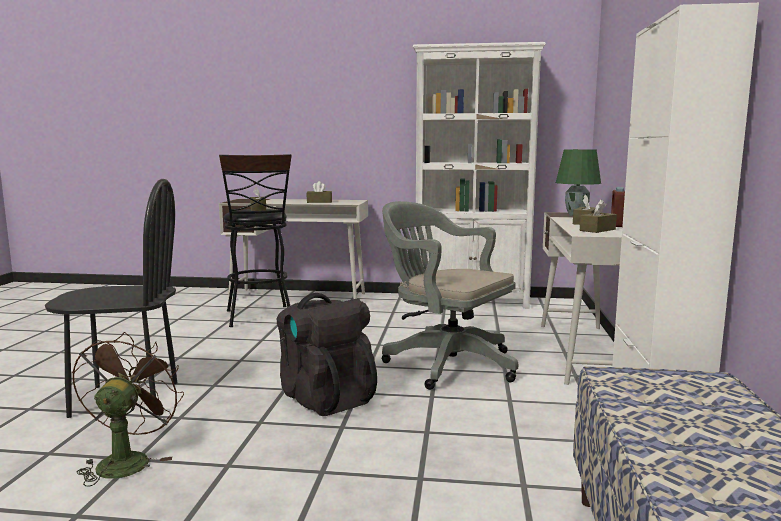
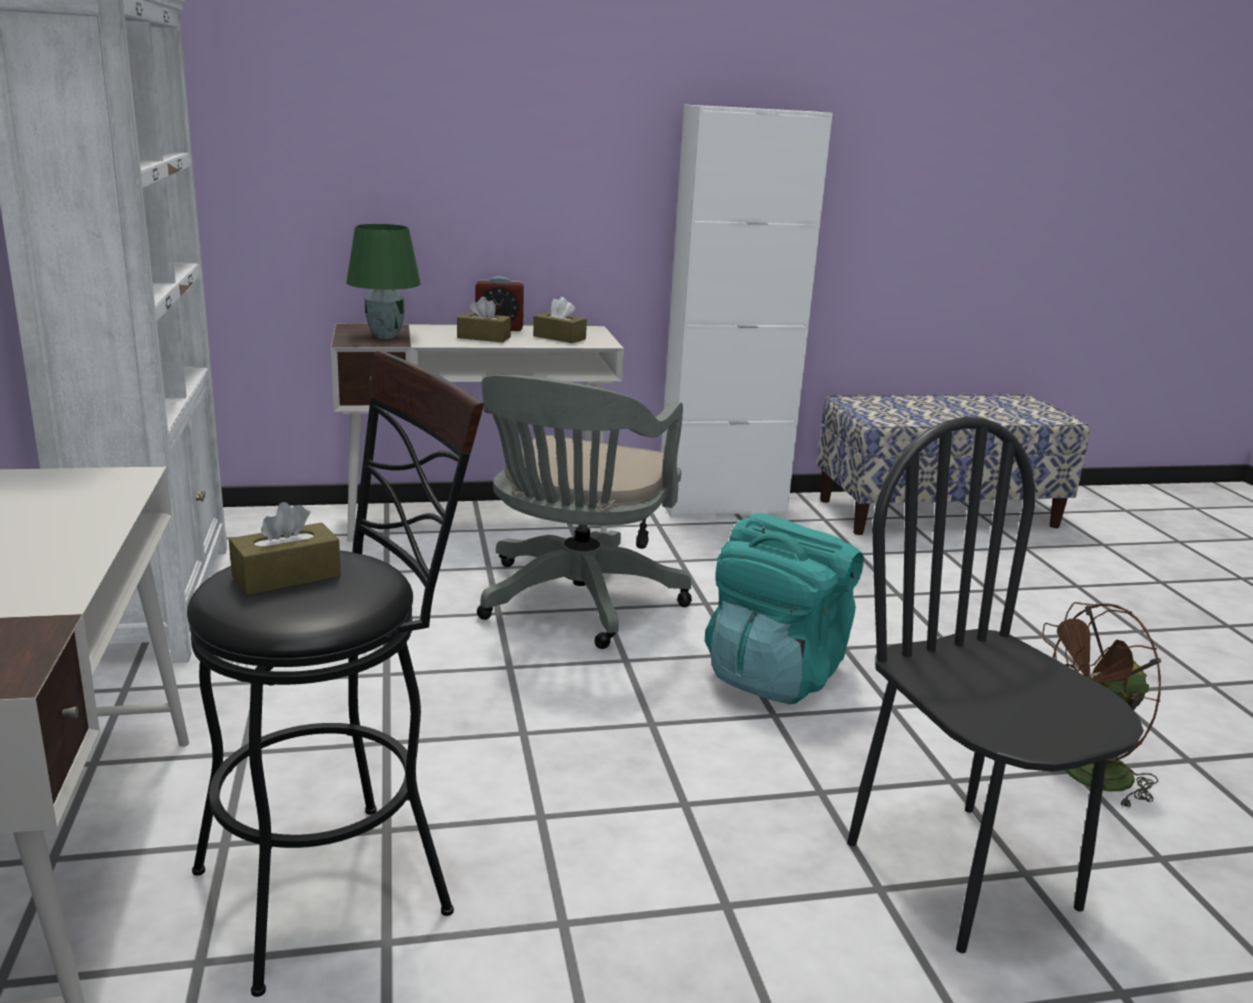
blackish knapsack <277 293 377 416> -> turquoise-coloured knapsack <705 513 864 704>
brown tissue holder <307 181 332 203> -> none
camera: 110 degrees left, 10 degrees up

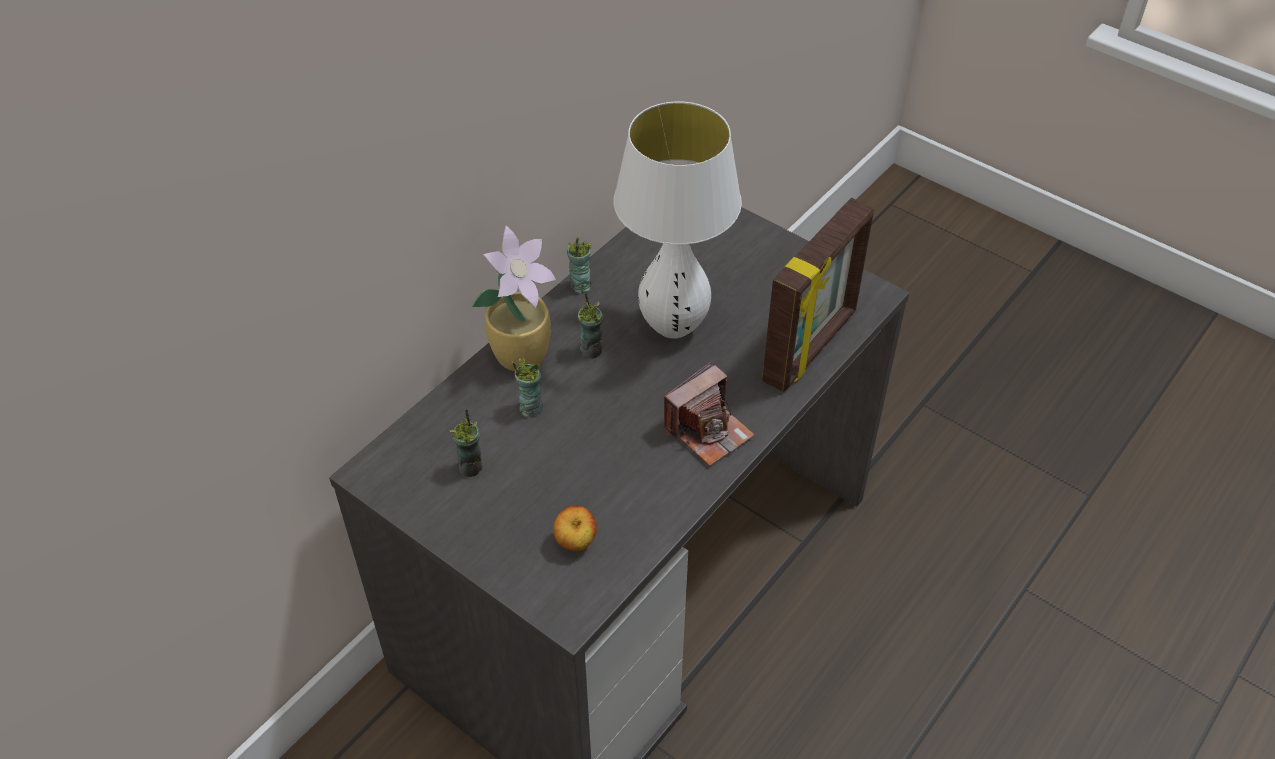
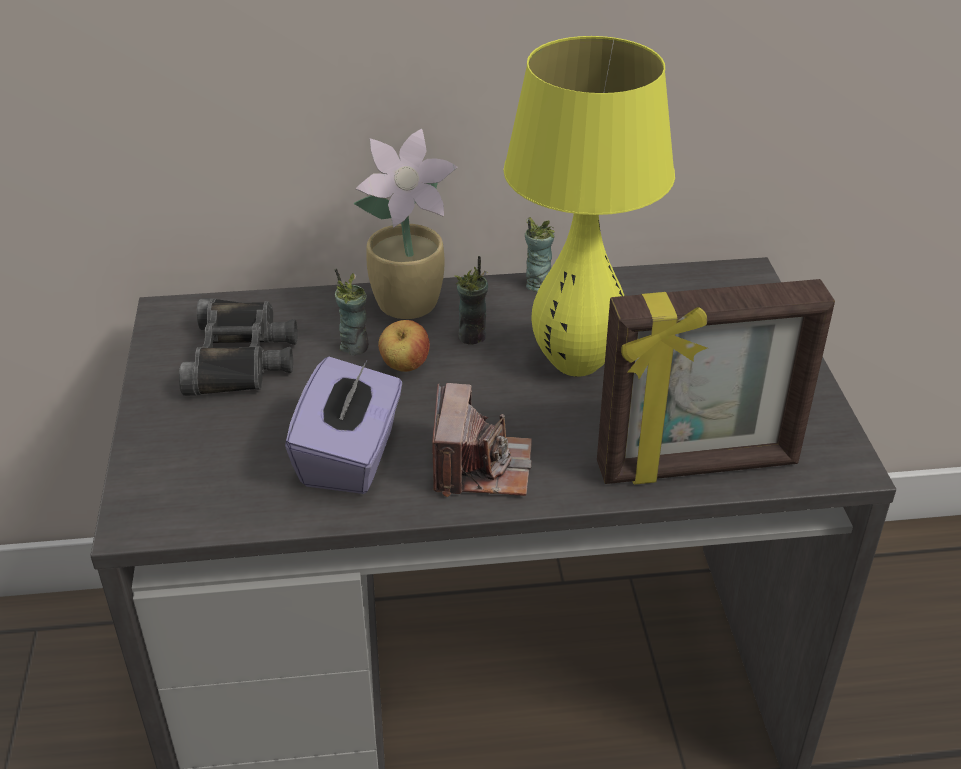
small cup <449 409 483 477> -> blackish pair of binoculars <179 298 298 396>
apple <553 506 597 551> -> apple <378 320 430 372>, relocated
white-coloured table lamp <613 102 742 339> -> yellowish table lamp <503 36 675 377>
still camera <664 362 754 466> -> still camera <432 383 532 497>, 90 degrees counterclockwise
none -> purplish tissue holder <285 357 402 494>
camera: 45 degrees right, 10 degrees down

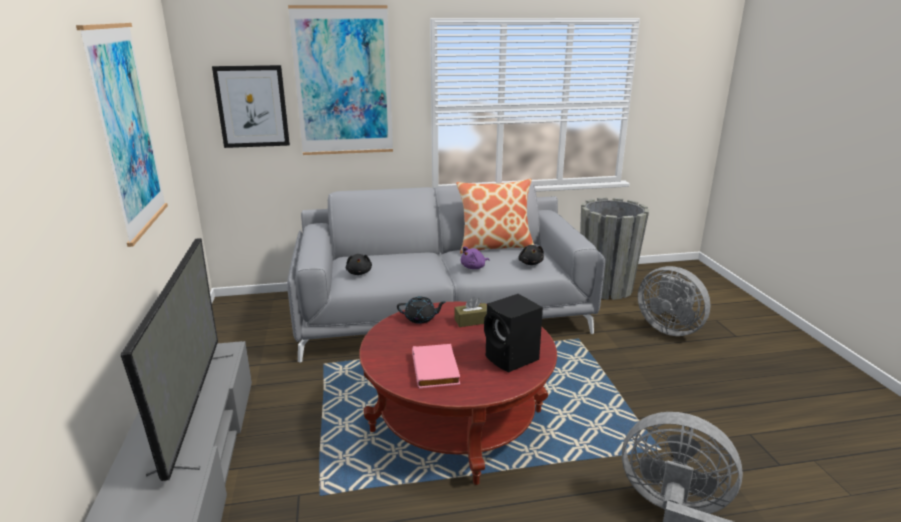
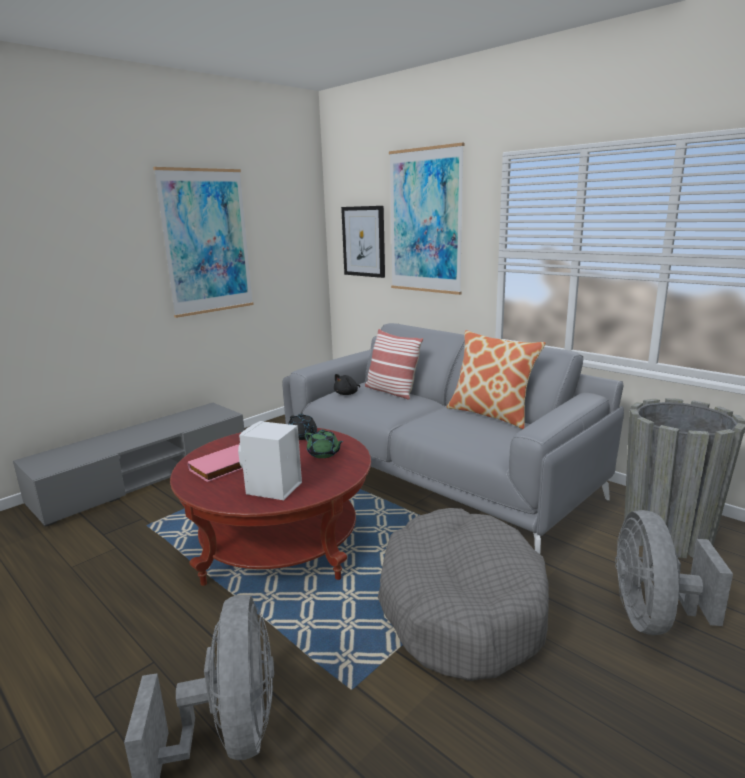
television <121 238 233 481> -> none
brown tissue holder <455 297 487 327> -> greenish pot for tea <305 430 344 458>
purplish cuddly toy <461 246 490 269> -> none
blackish speaker <484 294 543 373> -> white-coloured speaker <238 421 302 500>
blackish cuddly toy <518 245 544 265> -> none
none -> pillow <365 329 423 400>
none -> grey pet bed <378 508 549 681>
camera: 55 degrees right, 5 degrees down

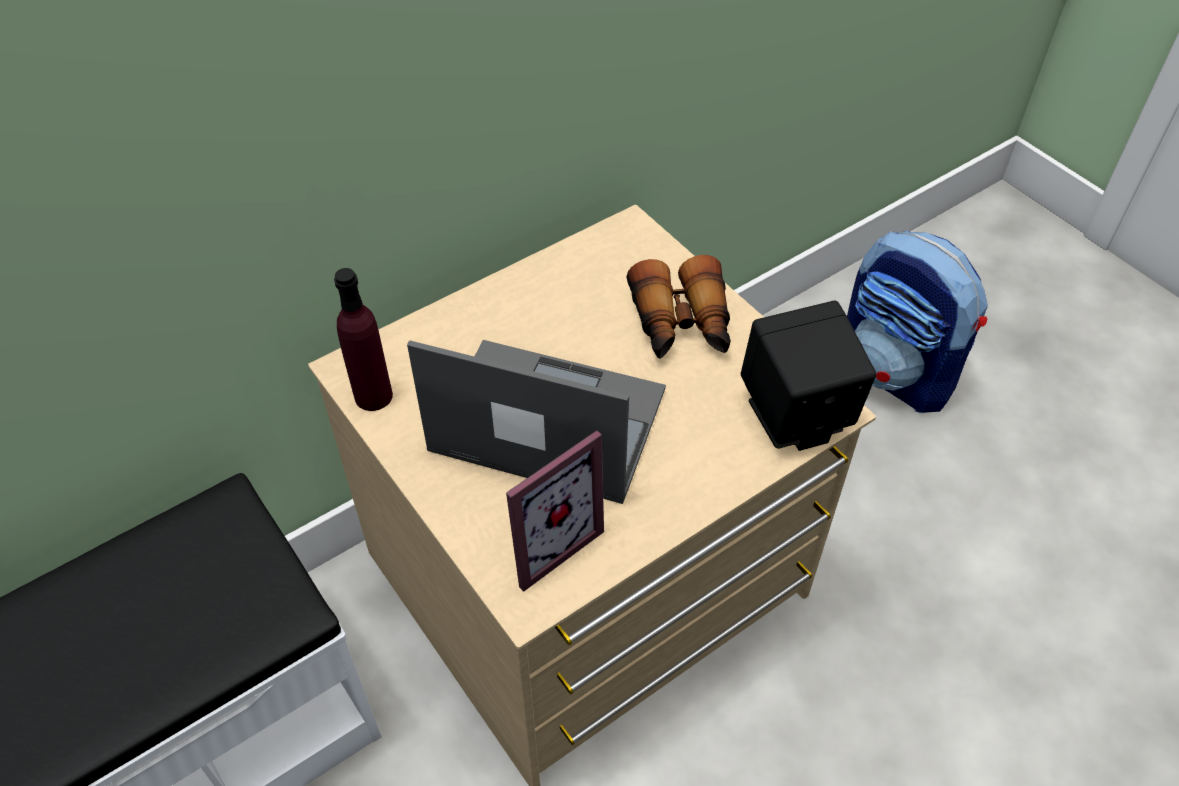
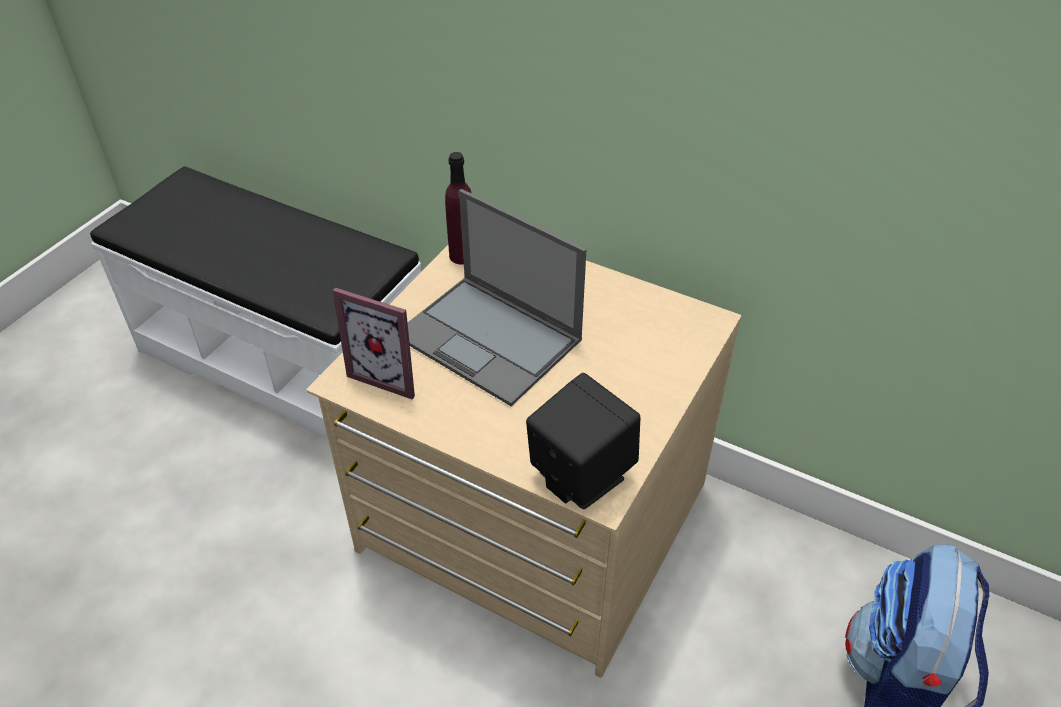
laptop <407 340 666 504> -> laptop <408 189 587 406>, 135 degrees clockwise
pair of binoculars <627 255 731 359> -> none
camera: 65 degrees right, 5 degrees down

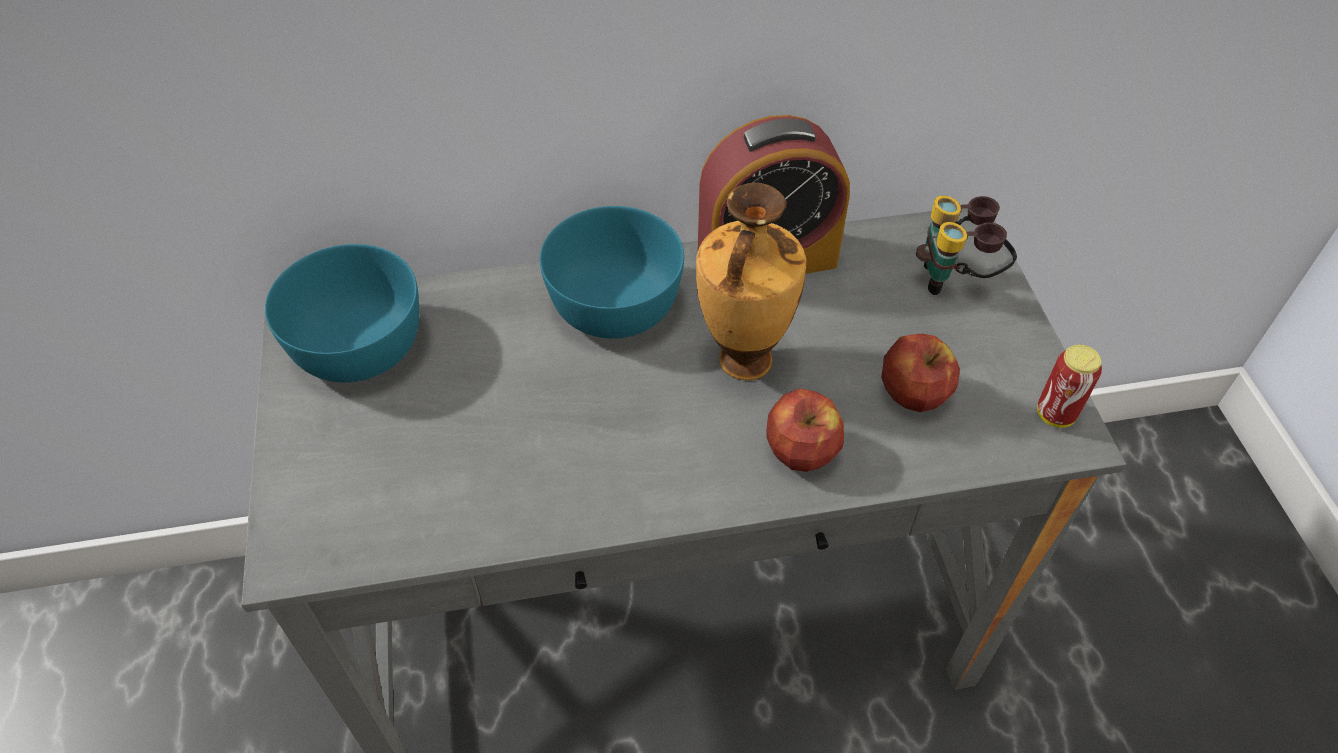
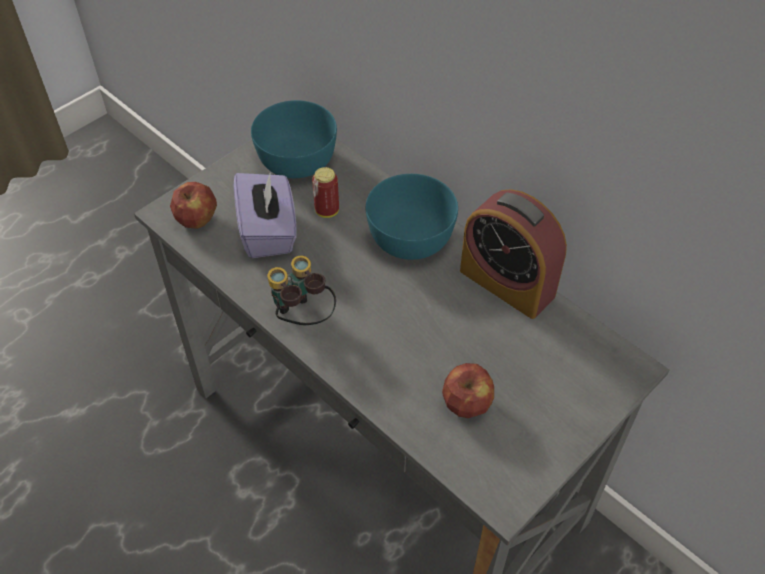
decorative vase <696 183 806 381> -> none
apple <767 389 844 472> -> apple <170 182 217 229>, relocated
pair of binoculars <916 196 1017 295> -> pair of binoculars <267 256 336 325>, relocated
can <1037 345 1102 428> -> can <312 167 339 218>, relocated
none -> purplish tissue holder <234 171 296 258>
camera: 55 degrees right, 0 degrees up

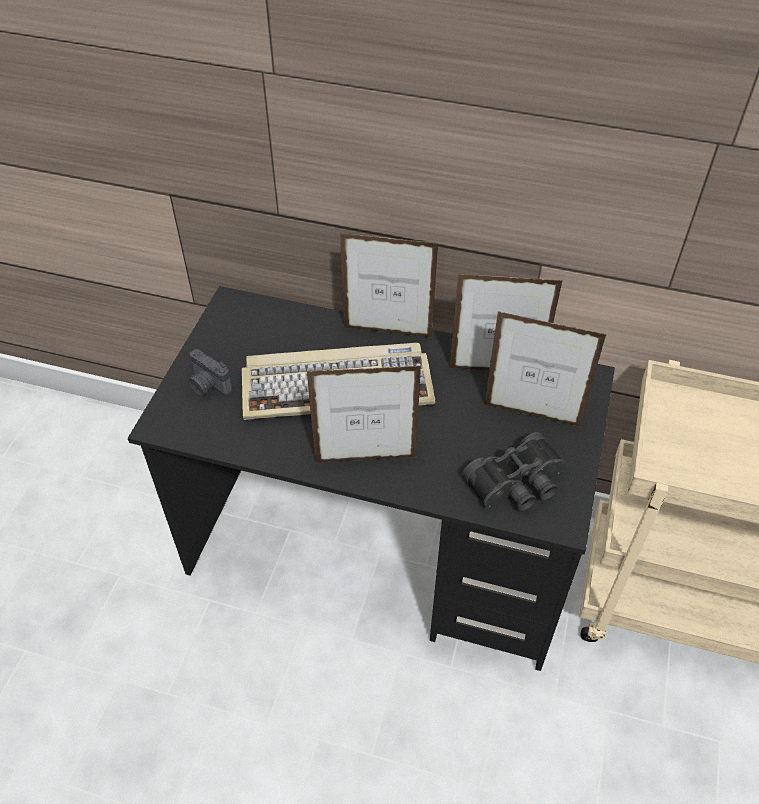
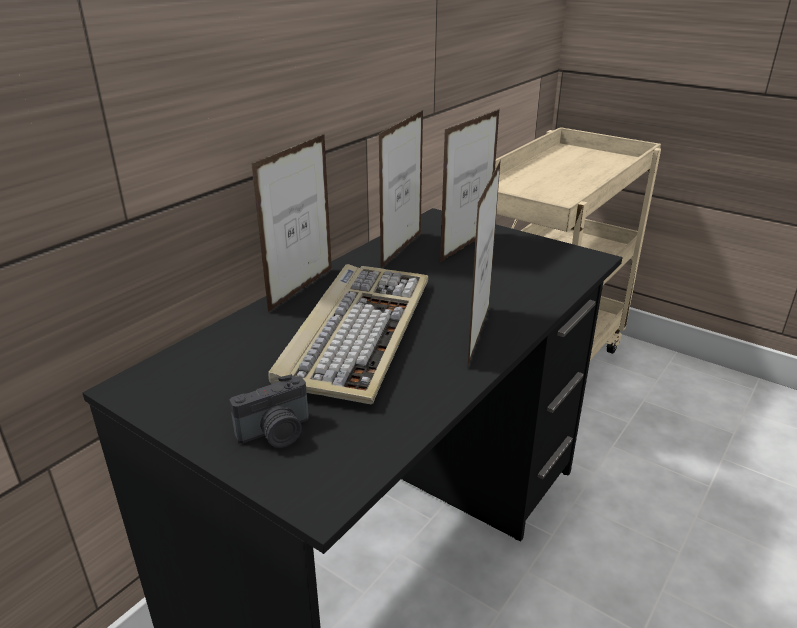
blackish pair of binoculars <462 432 566 511> -> none
camera: 70 degrees left, 20 degrees down

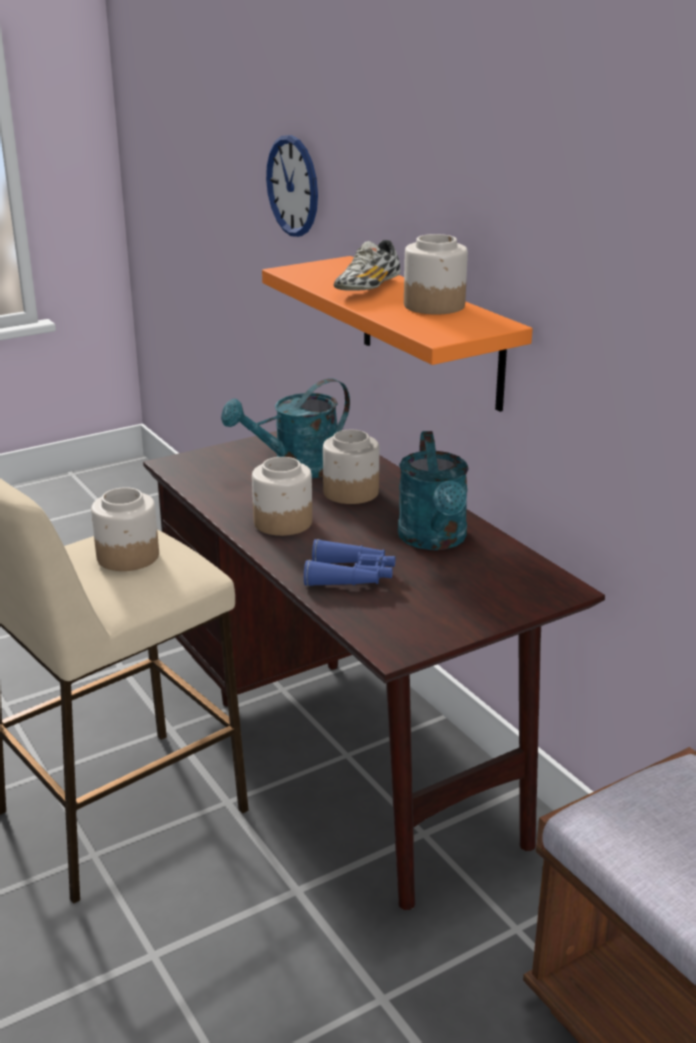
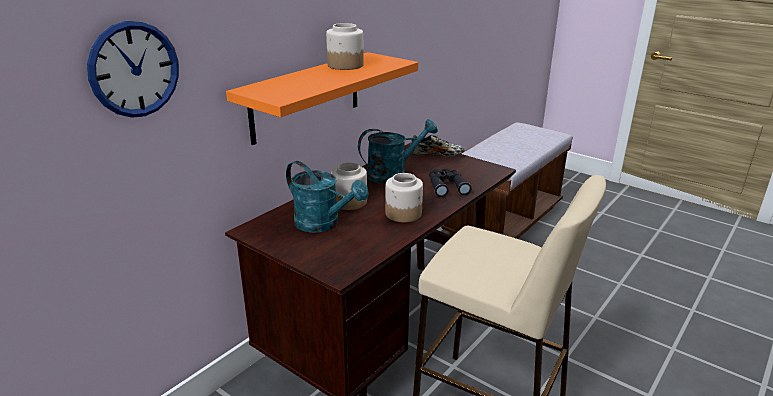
preserve jar <91 487 159 571> -> none
bluish pair of binoculars <304 539 395 586> -> blackish pair of binoculars <429 168 471 197>
low shoe <333 240 401 291> -> low shoe <410 135 464 156>, relocated
camera: 110 degrees left, 0 degrees up

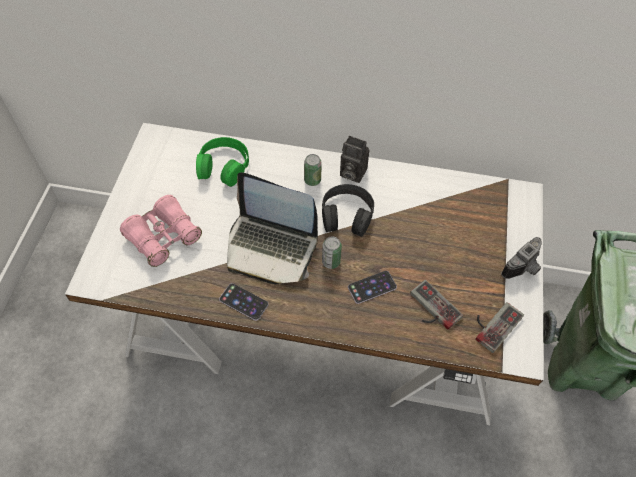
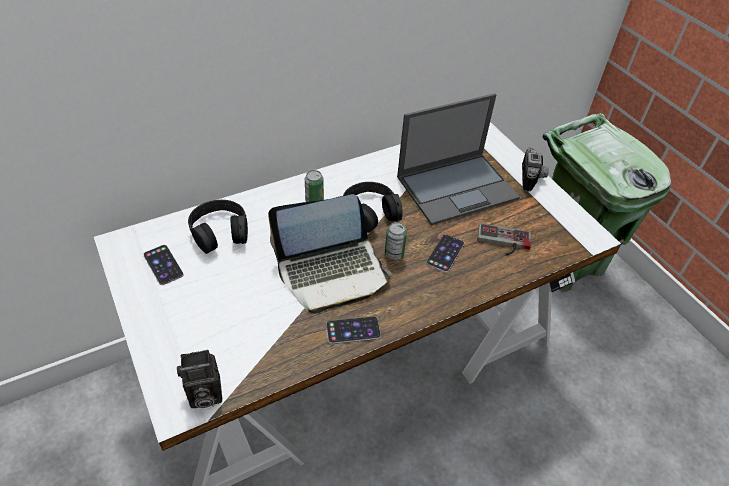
pink pair of binoculars <120 195 202 267> -> none
greenish pair of headphones <196 137 249 187> -> blackish pair of headphones <188 200 248 254>
still camera <340 136 369 183> -> still camera <177 350 222 408>, relocated
gamepad <475 302 524 353> -> none
none -> telephone <143 245 184 285>
none -> laptop <397 93 520 225>
camera: 40 degrees left, 10 degrees down

